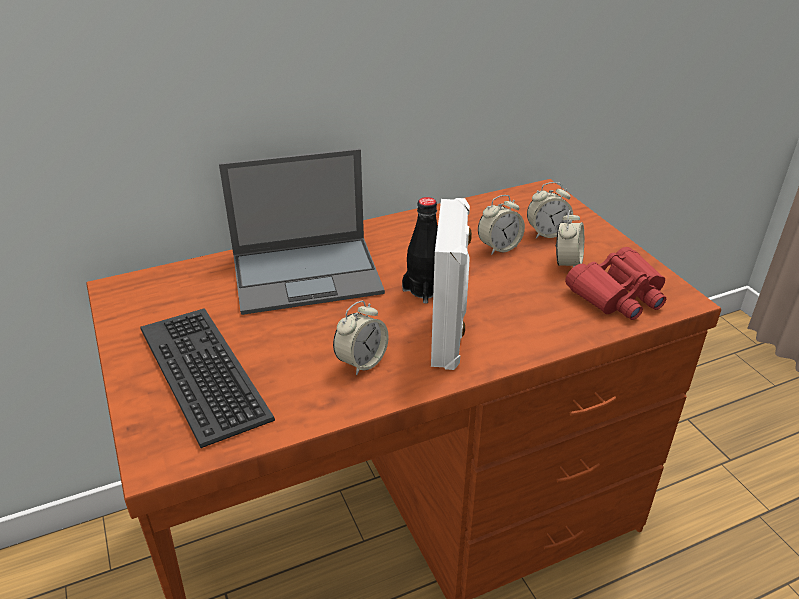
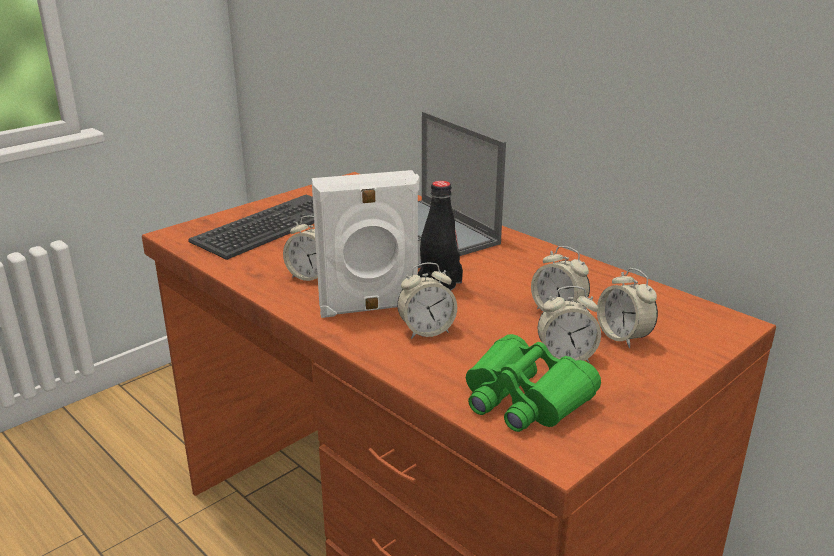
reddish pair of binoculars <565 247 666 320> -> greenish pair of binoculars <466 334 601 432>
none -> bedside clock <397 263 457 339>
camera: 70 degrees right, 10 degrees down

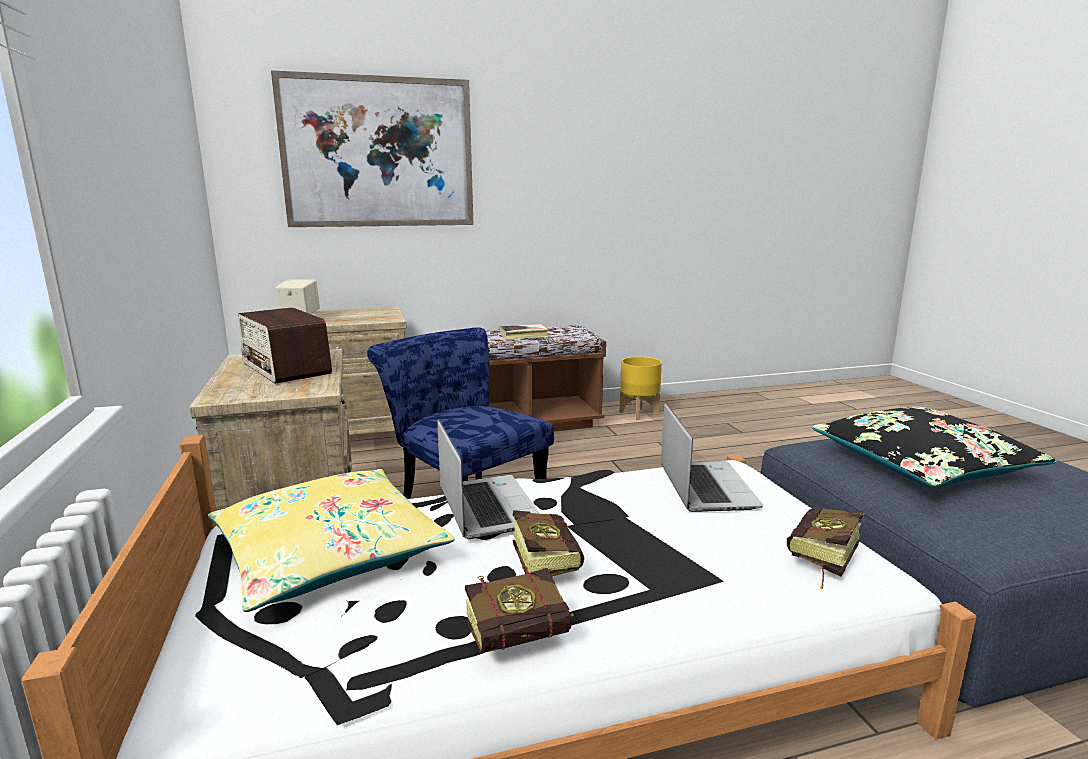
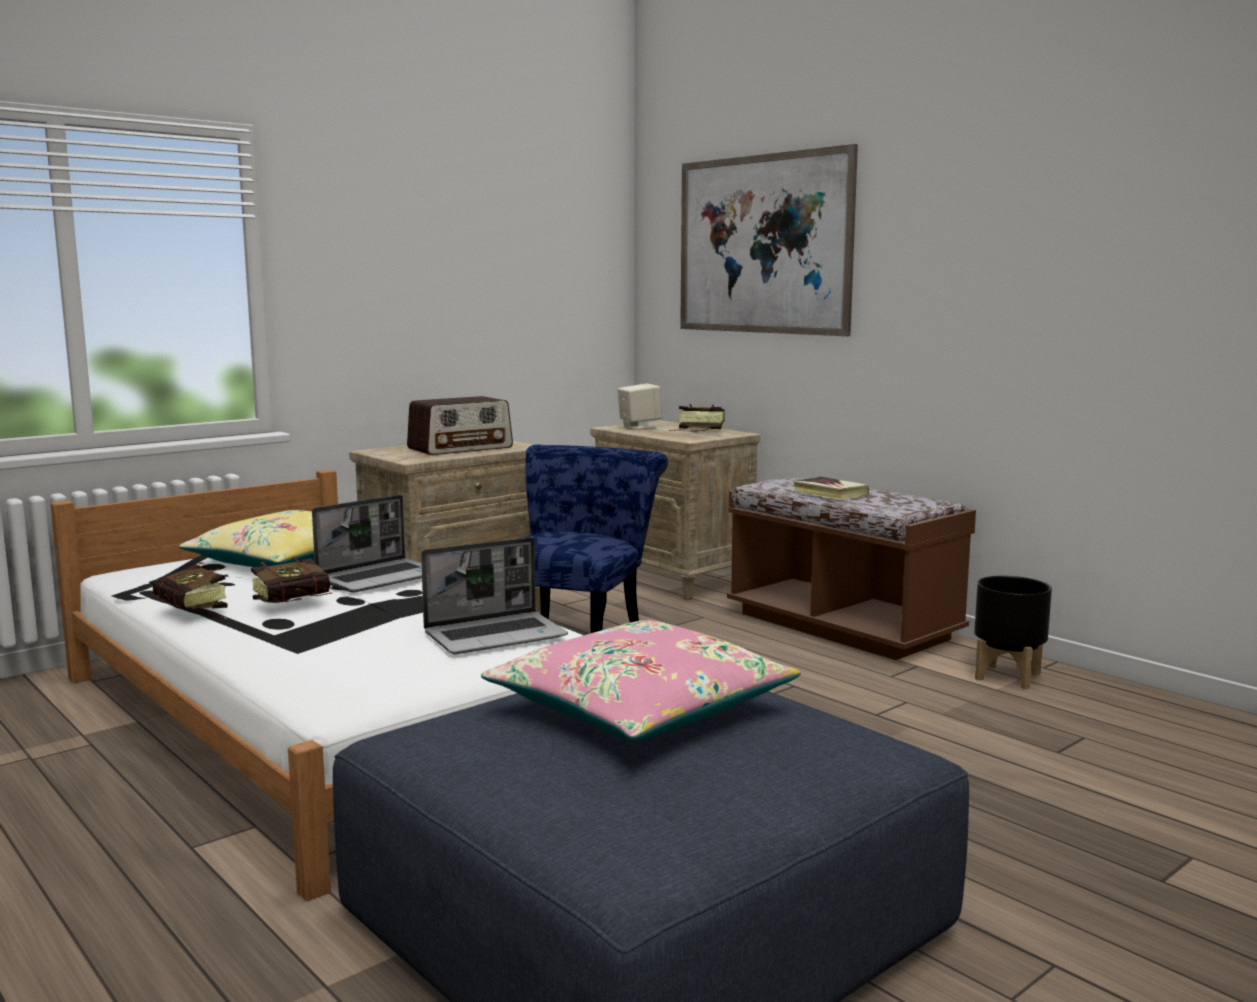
radio receiver <238 307 332 384> -> radio receiver <407 396 513 455>, 150 degrees counterclockwise
yellowish planter <619 356 662 420> -> blackish planter <974 576 1052 689>
bound book <787 508 864 589> -> bound book <669 404 725 432>, relocated
blackish pillow <812 407 1057 487> -> pink pillow <481 620 801 741>
camera: 65 degrees right, 5 degrees down

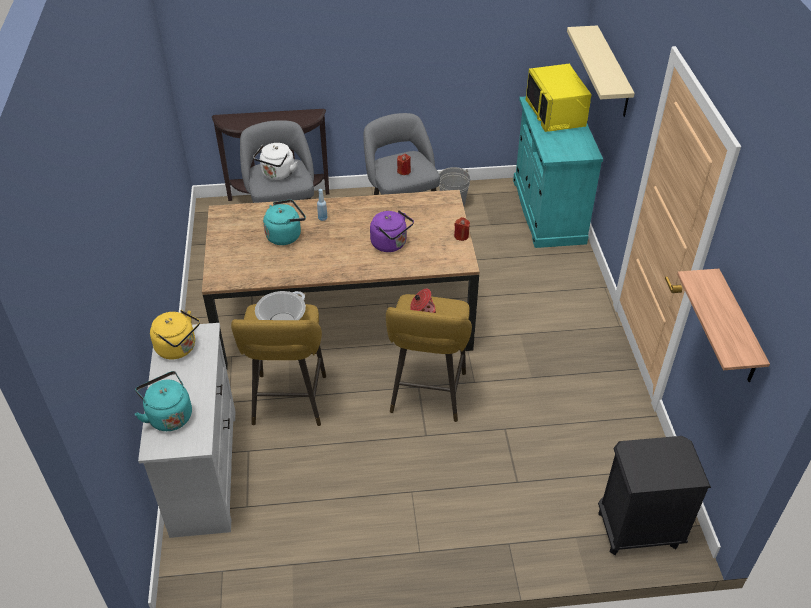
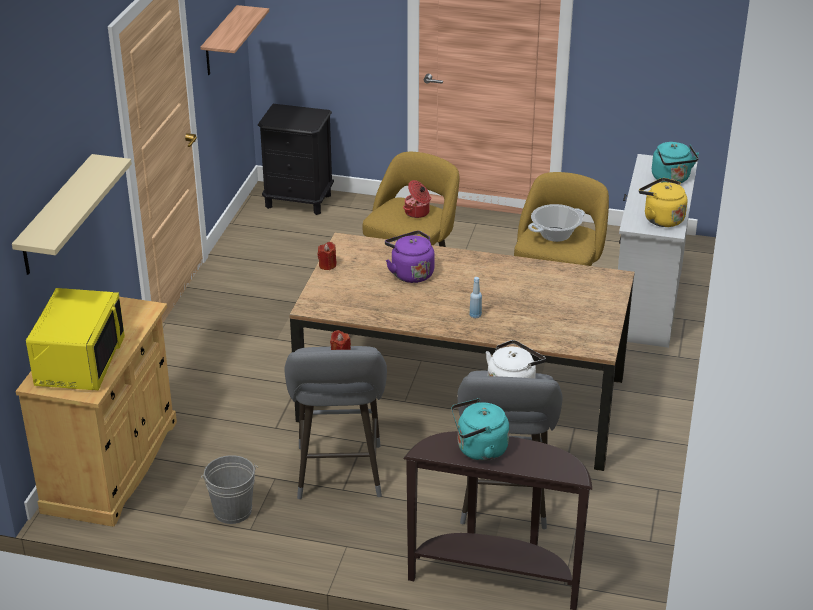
turquoise-coloured water kettle <263 199 306 245> -> turquoise-coloured water kettle <451 398 509 461>, relocated
turquoise-coloured storage cabinet <513 97 603 248> -> beige-coloured storage cabinet <16 297 177 527>
camera: 160 degrees left, 10 degrees down

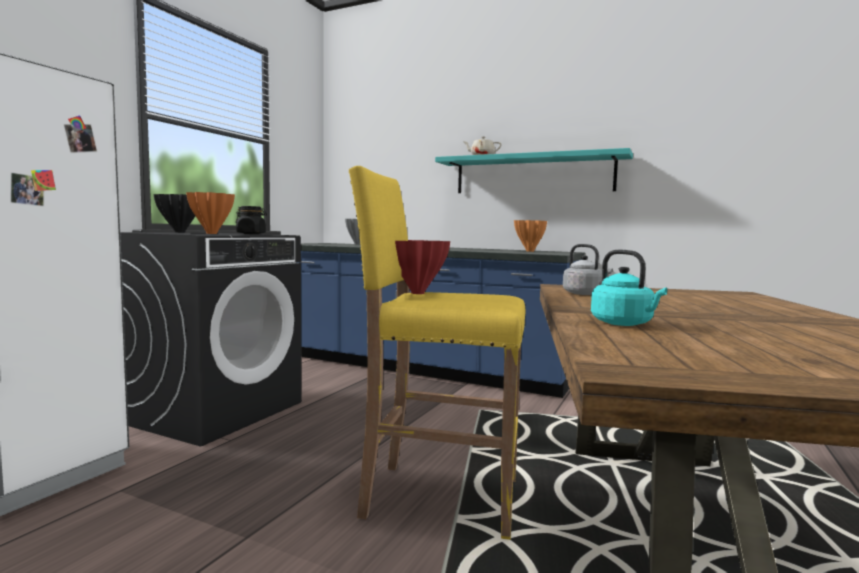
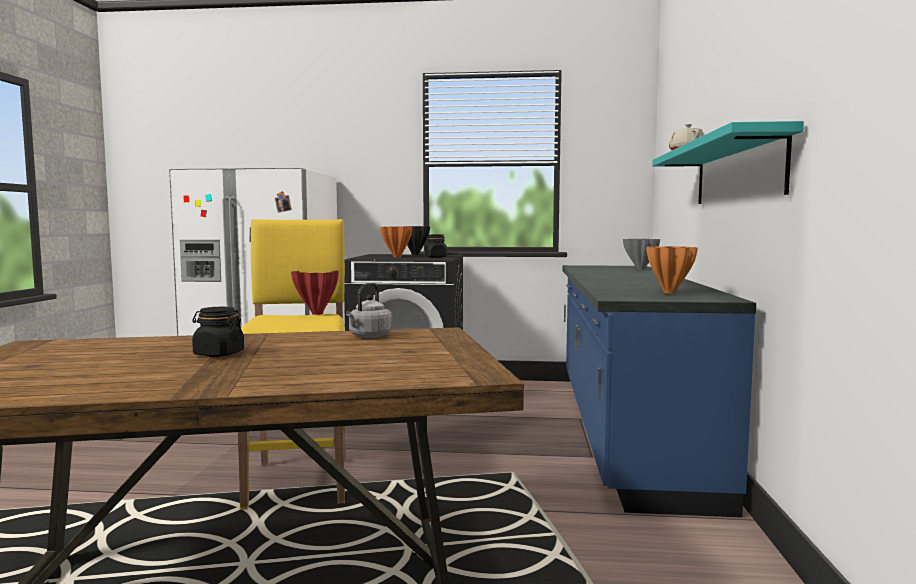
turquoise-coloured water kettle <591 250 667 326> -> none
none -> blackish preserve jar <192 307 244 357>
camera: 70 degrees right, 0 degrees up

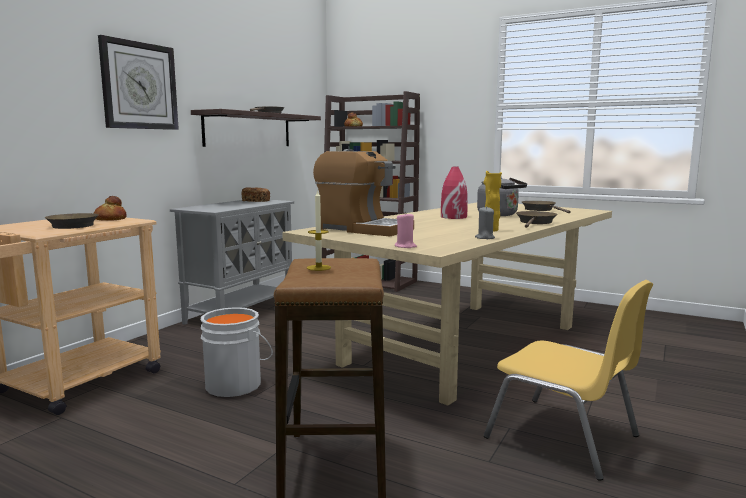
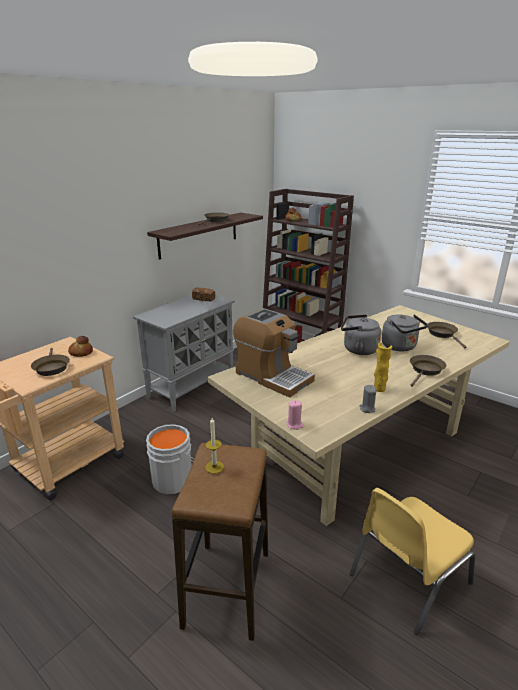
wall clock <98 35 179 130> -> none
reddish decorative vase <441 166 468 219> -> grey water kettle <341 315 381 355>
yellowish upright chair <484 280 653 481> -> yellowish upright chair <350 488 475 635>, 90 degrees clockwise
camera: 10 degrees right, 15 degrees up

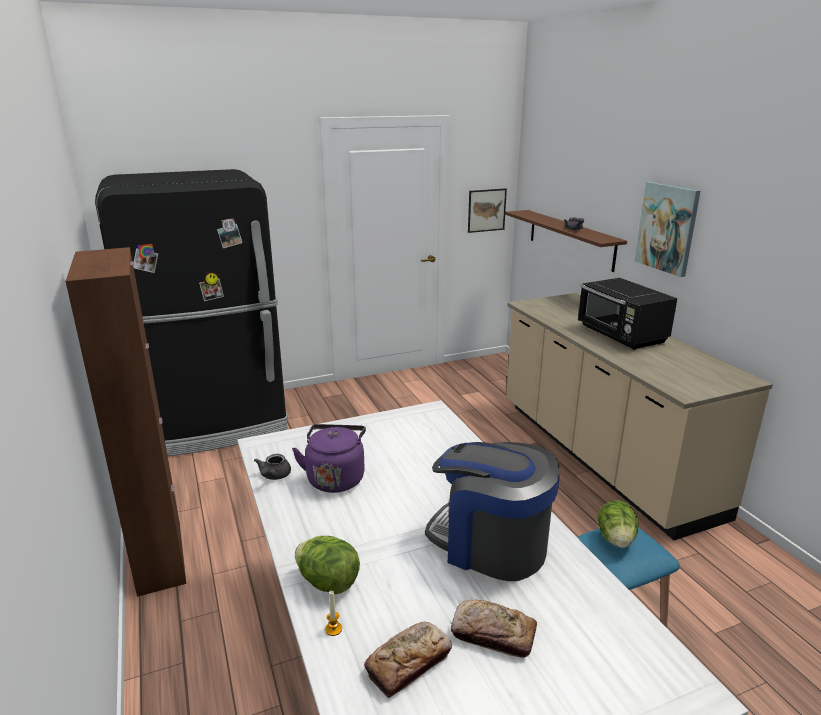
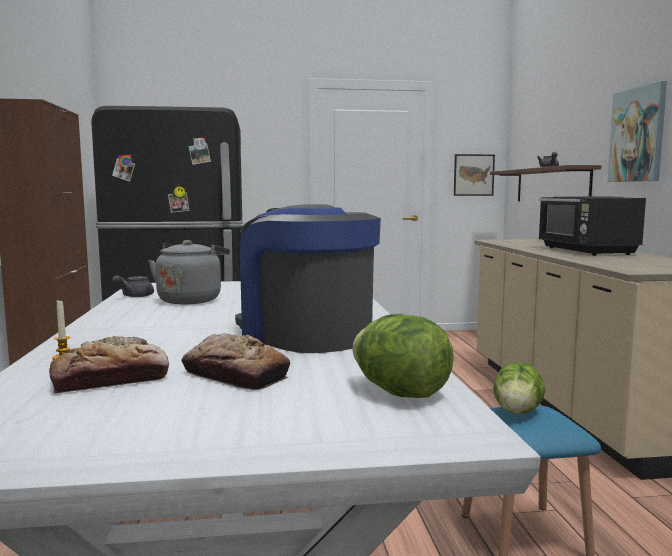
purplish water kettle <292 424 366 493> -> grey water kettle <149 240 230 304>
lettuce <295 536 360 594> -> lettuce <352 314 454 398>, relocated
camera: 15 degrees right, 15 degrees down

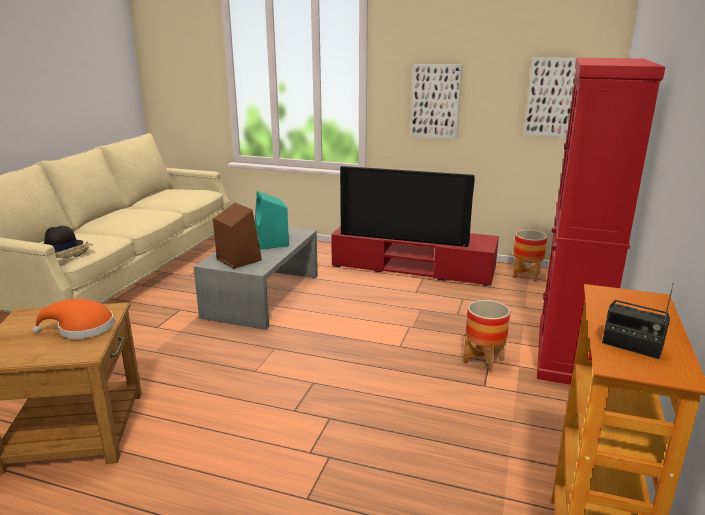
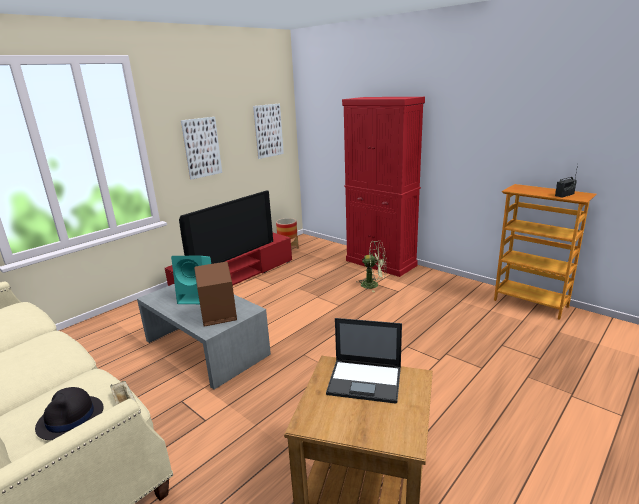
orangey clothing hat <32 299 114 339> -> laptop <326 318 402 404>
planter <463 300 510 373> -> greenish fan <357 241 387 292>
camera: 65 degrees left, 0 degrees up

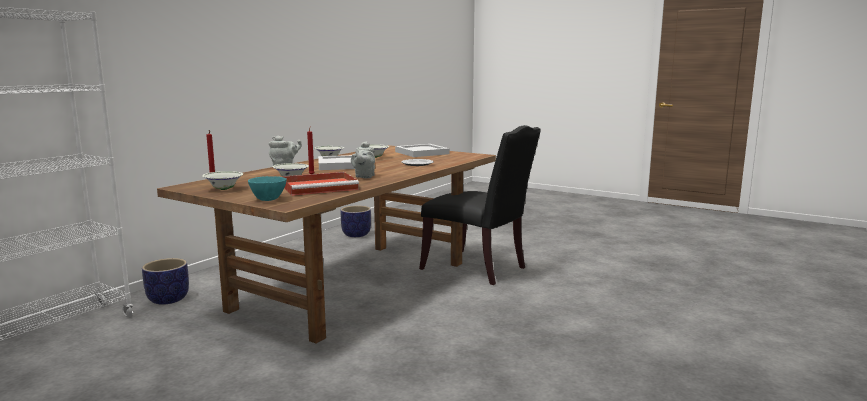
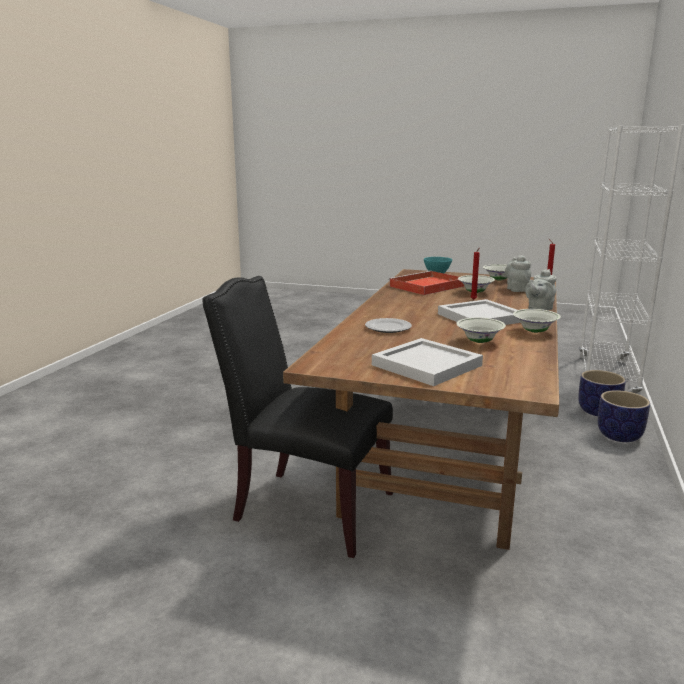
planter <341 205 371 237> -> planter <598 390 650 442>, relocated
grey pot for tea <351 141 375 178> -> grey pot for tea <505 255 531 292>, relocated
camera: 165 degrees right, 5 degrees up

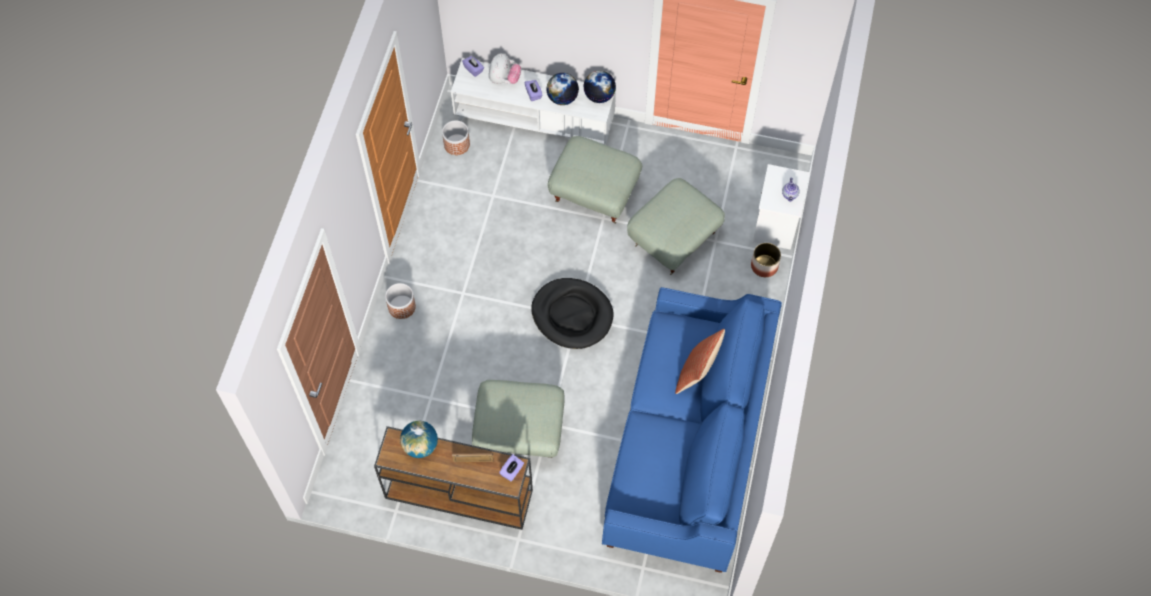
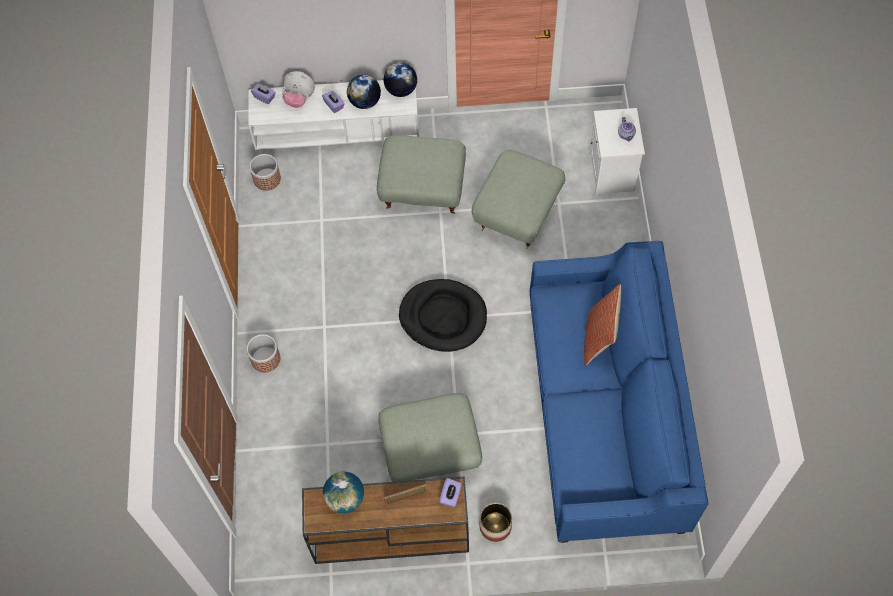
cuddly toy <489 53 521 84> -> cuddly toy <282 71 315 108>, 105 degrees clockwise
planter <751 243 781 277> -> planter <479 503 512 542>, relocated
camera: 15 degrees left, 0 degrees up

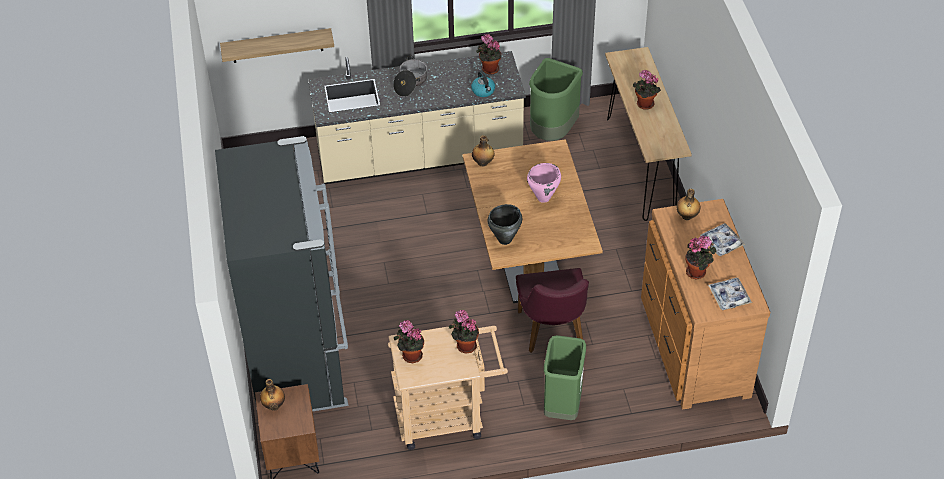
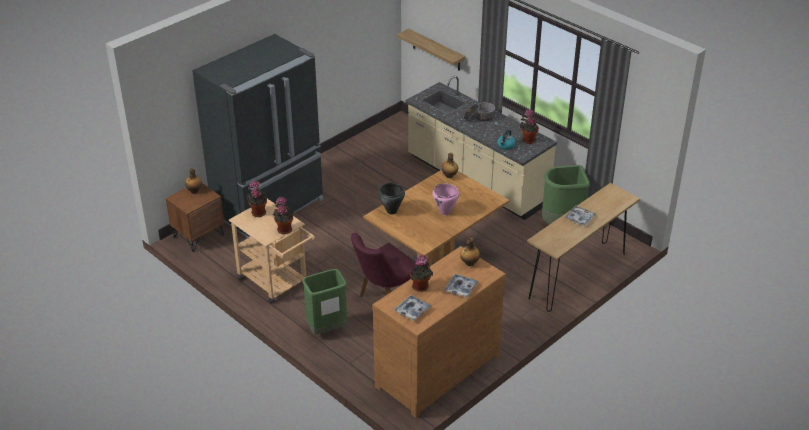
plant in a pot <632 70 661 110> -> carrying tray <564 205 596 226>
camera: 55 degrees right, 10 degrees down

